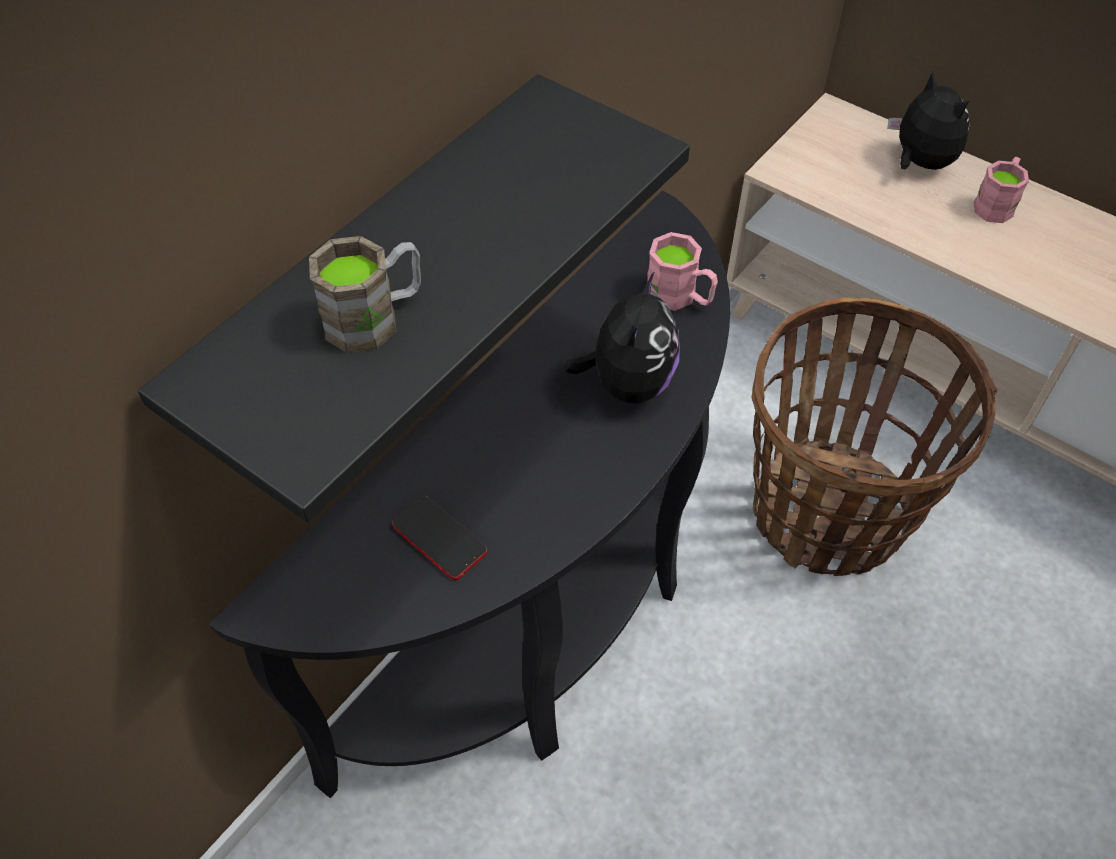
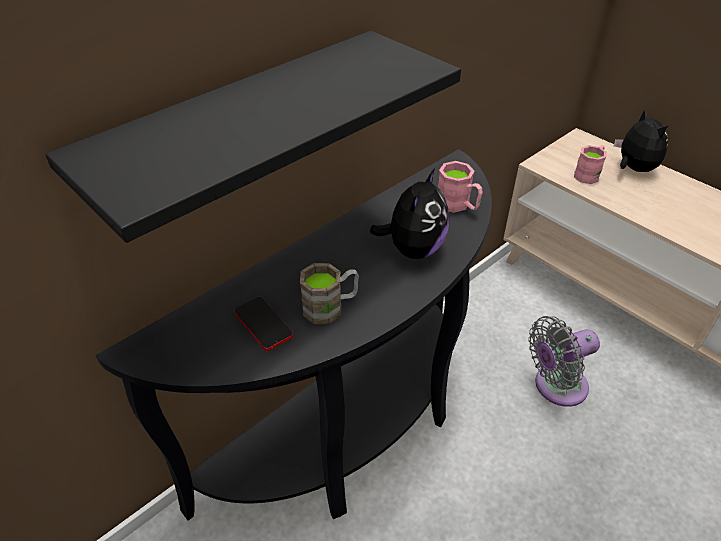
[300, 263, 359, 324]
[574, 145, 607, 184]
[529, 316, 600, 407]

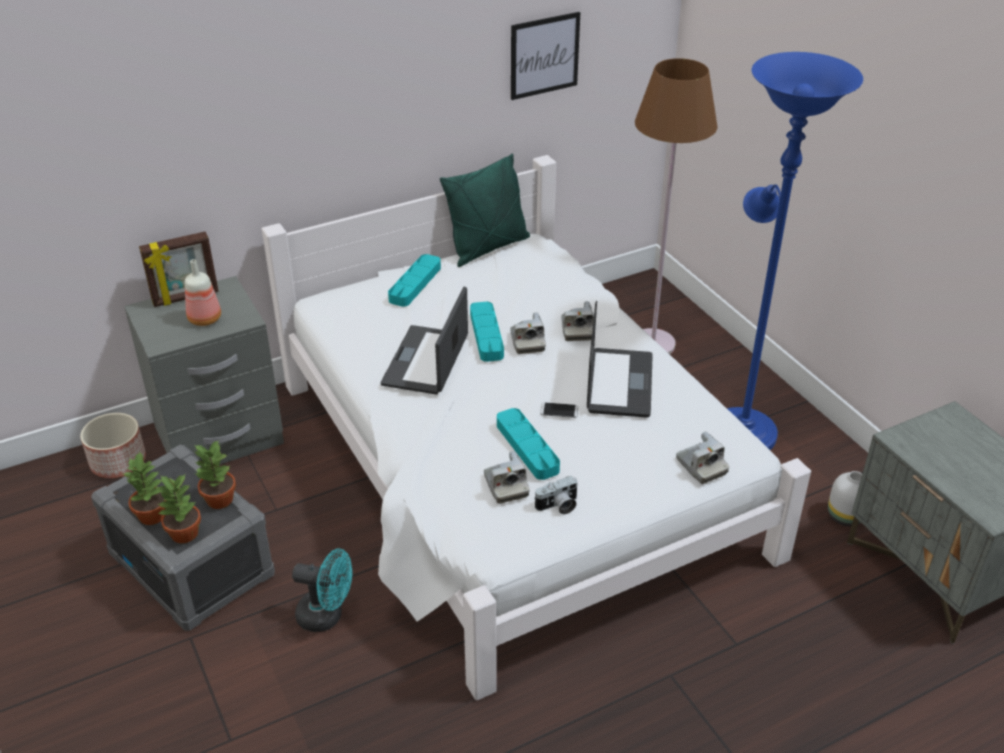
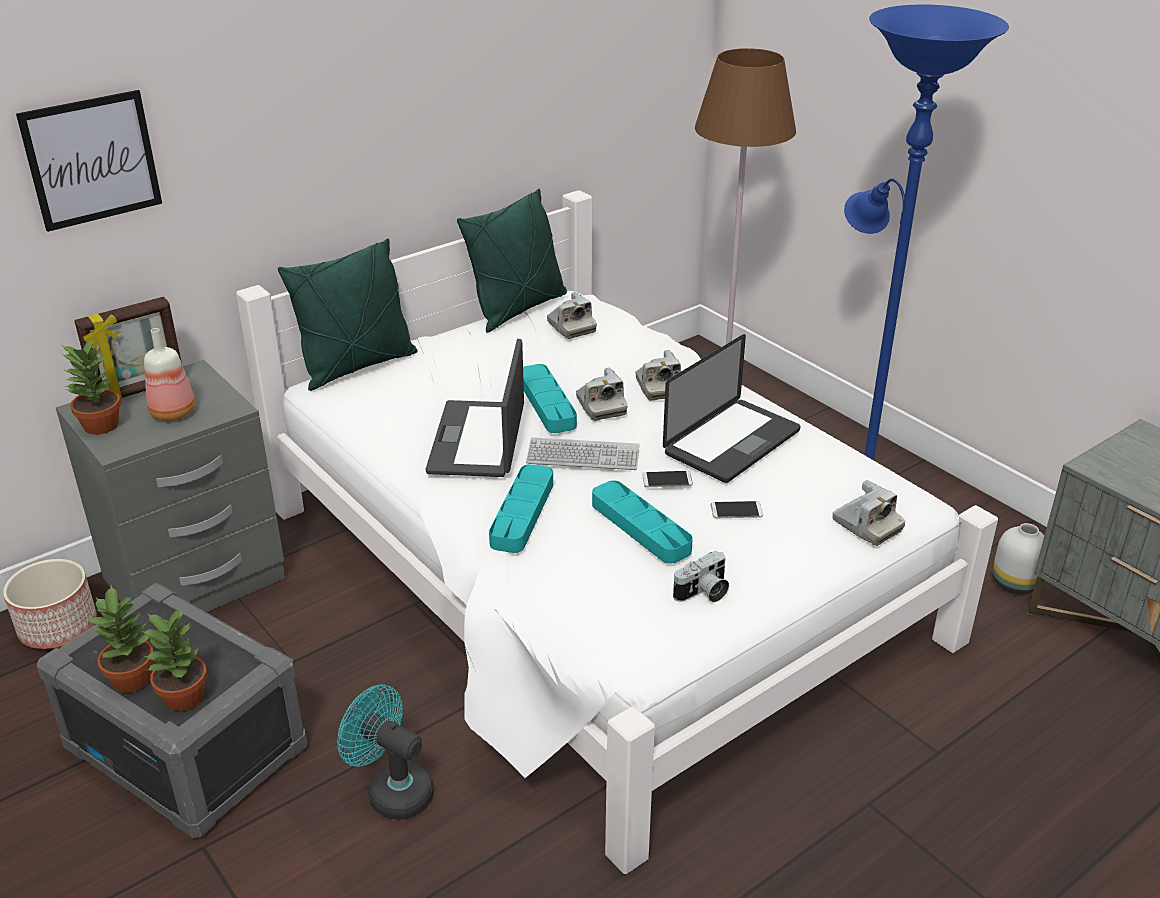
[278, 239, 418, 391]
[526, 437, 639, 470]
[711, 501, 763, 518]
[62, 339, 121, 435]
[489, 464, 553, 553]
[547, 292, 597, 339]
[16, 90, 162, 232]
[337, 685, 434, 820]
[663, 334, 801, 483]

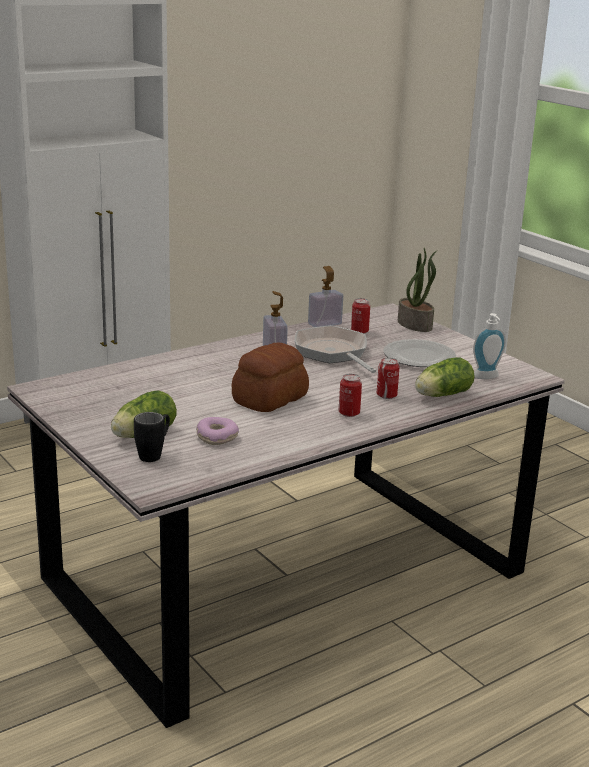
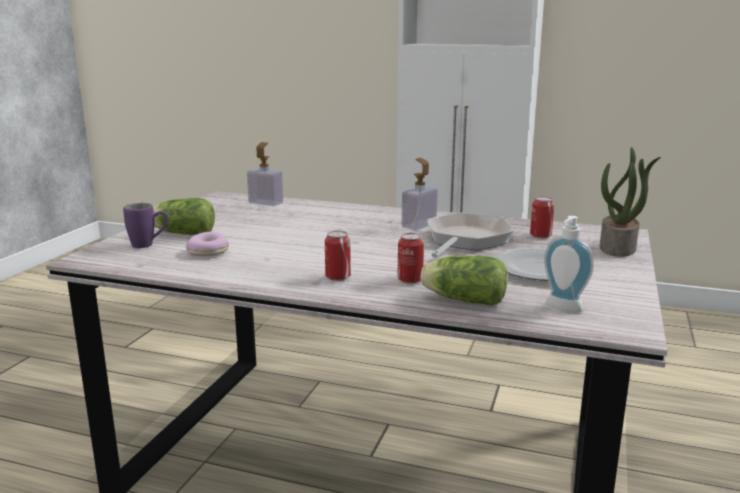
[232, 343, 309, 412] (first image)
[247, 142, 283, 206]
[123, 203, 168, 248]

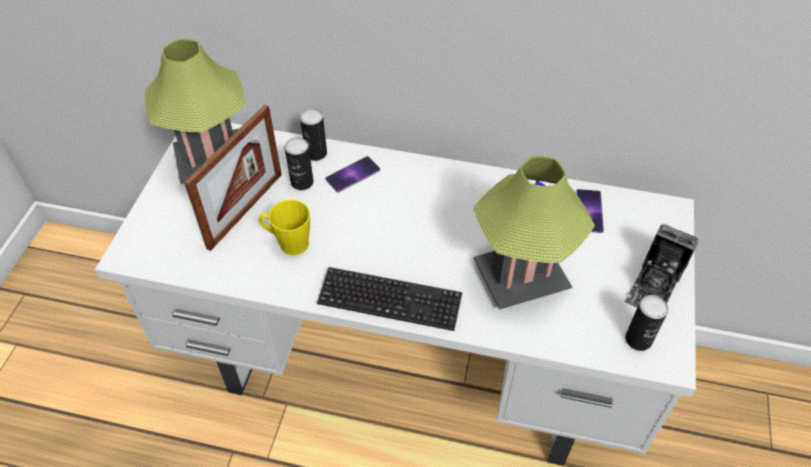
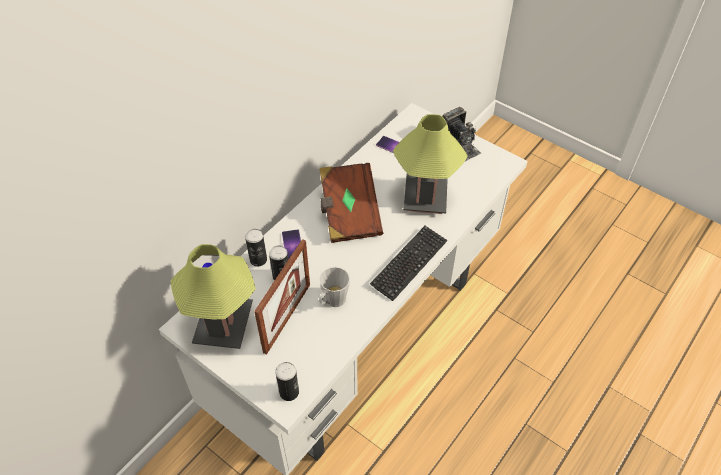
[319, 163, 383, 243]
[275, 362, 299, 401]
[319, 267, 350, 307]
[254, 239, 310, 355]

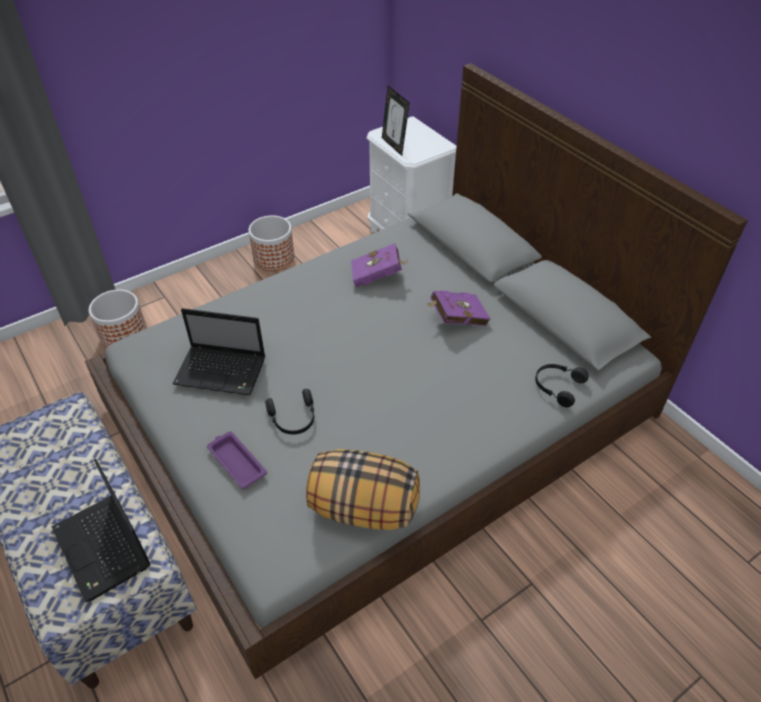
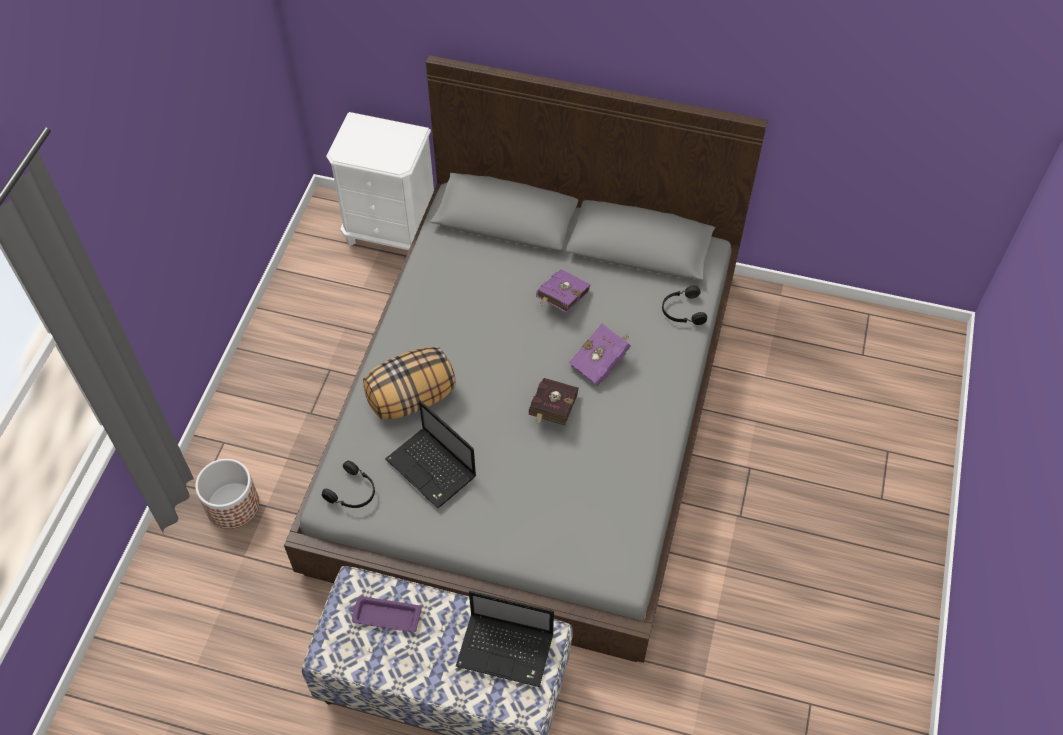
[249, 215, 294, 271] (first image)
[382, 86, 410, 156] (first image)
[529, 378, 579, 425]
[351, 596, 421, 632]
[321, 461, 375, 508]
[363, 347, 456, 419]
[569, 324, 631, 386]
[385, 401, 476, 509]

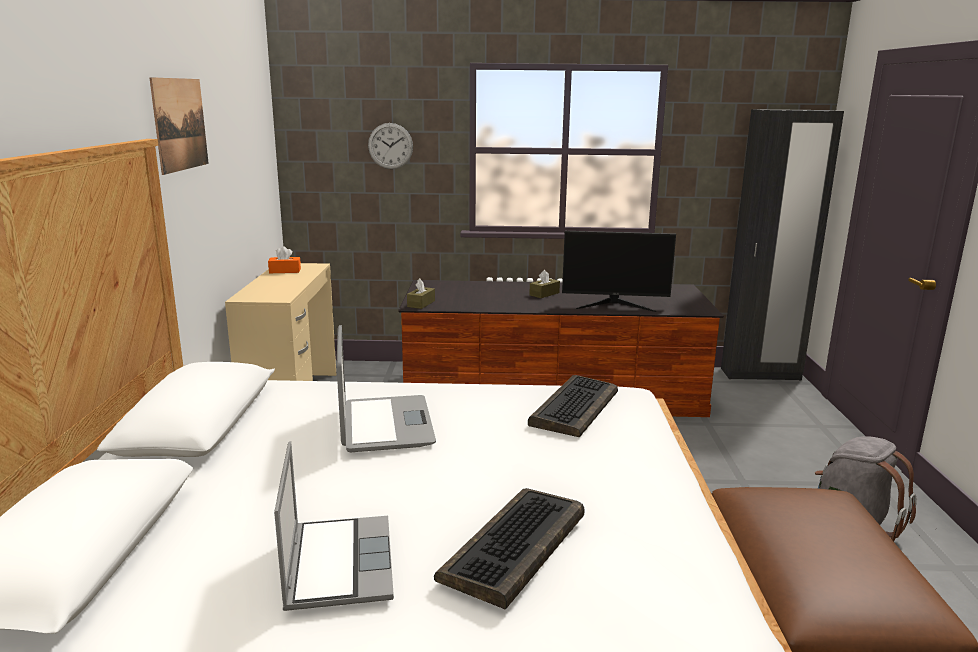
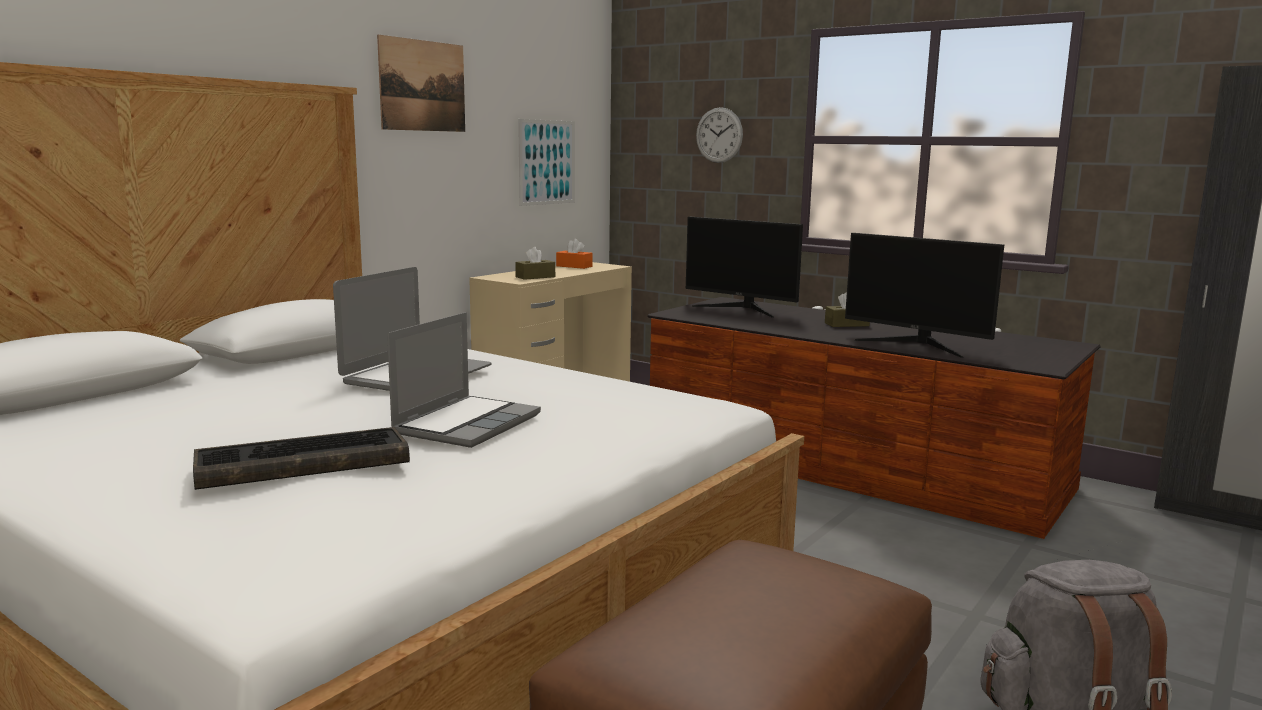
[528, 375, 618, 437] (first image)
[518, 119, 575, 206]
[686, 217, 803, 318]
[387, 312, 541, 448]
[515, 247, 555, 280]

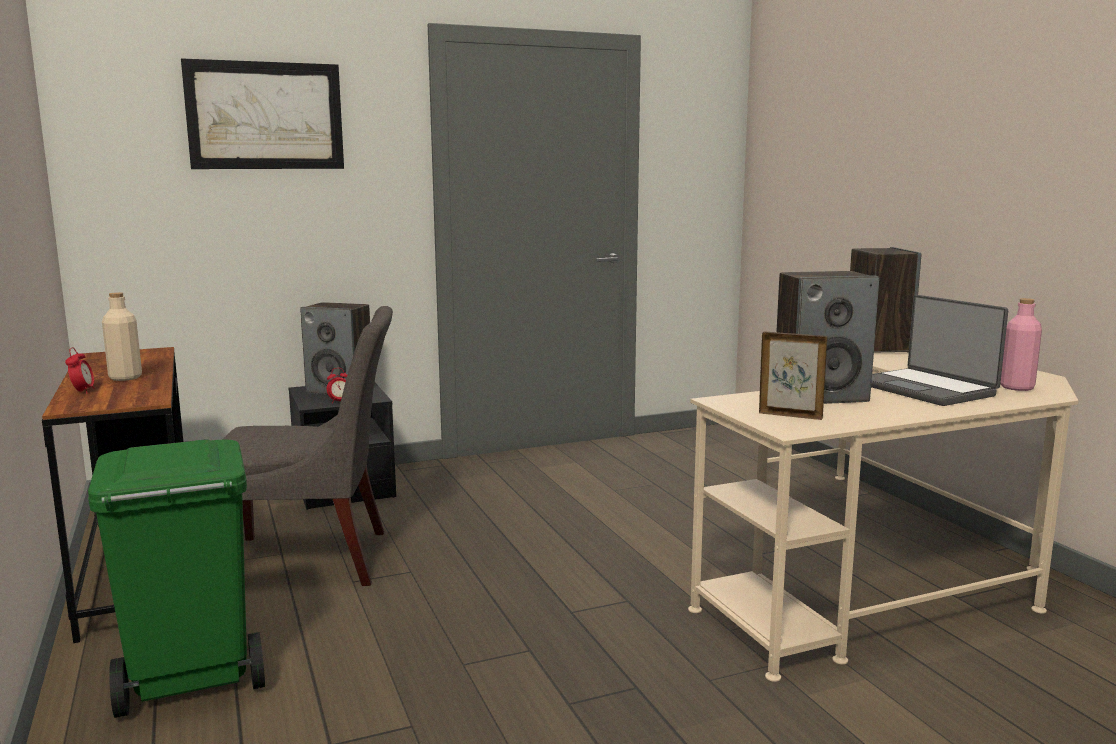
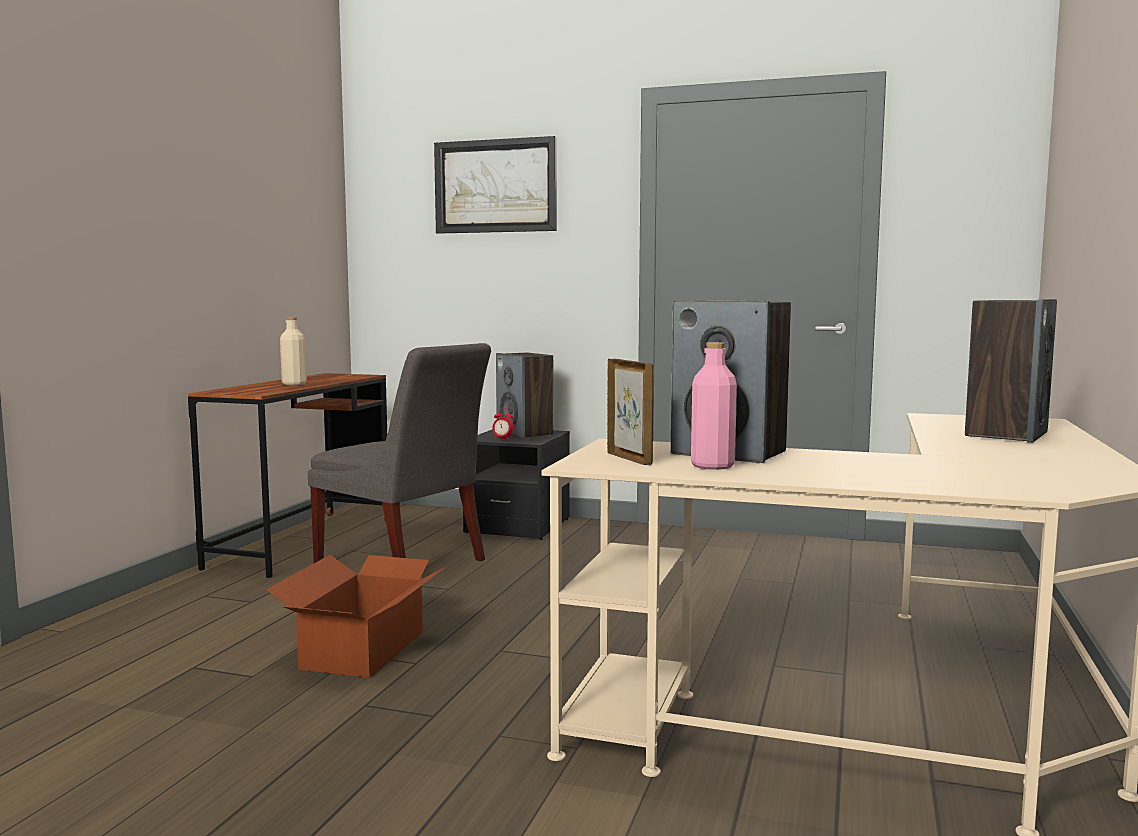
[65, 347, 94, 394] (first image)
[88, 439, 265, 718] (first image)
[871, 295, 1008, 406] (first image)
[266, 555, 449, 678]
[691, 342, 737, 470]

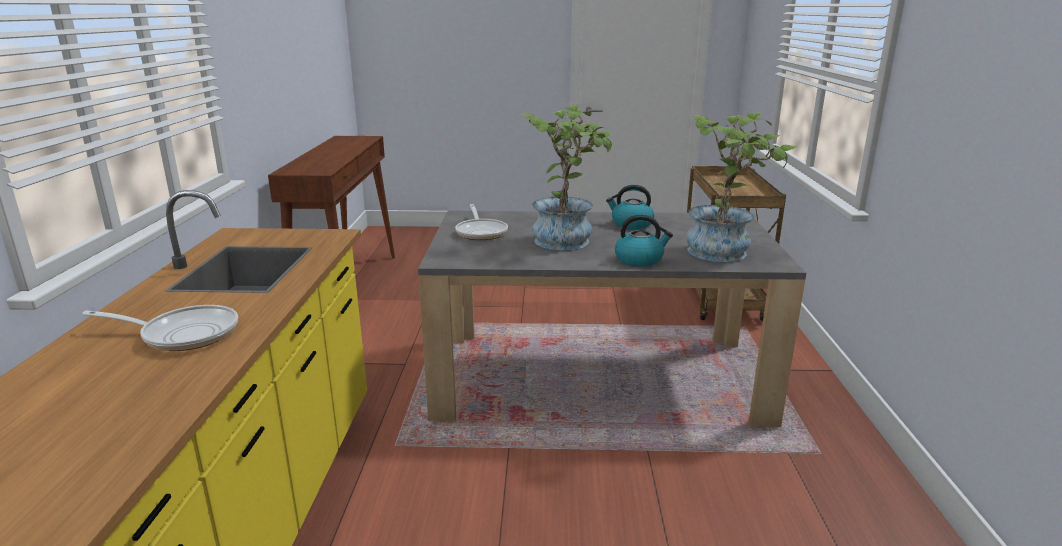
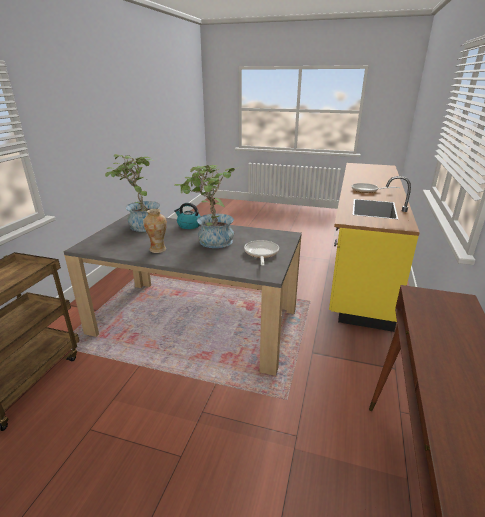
[143, 209, 167, 253]

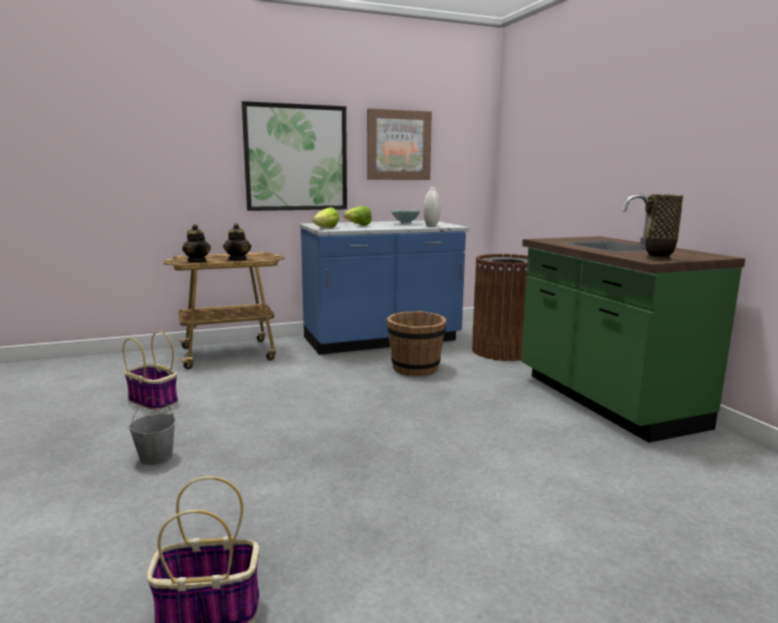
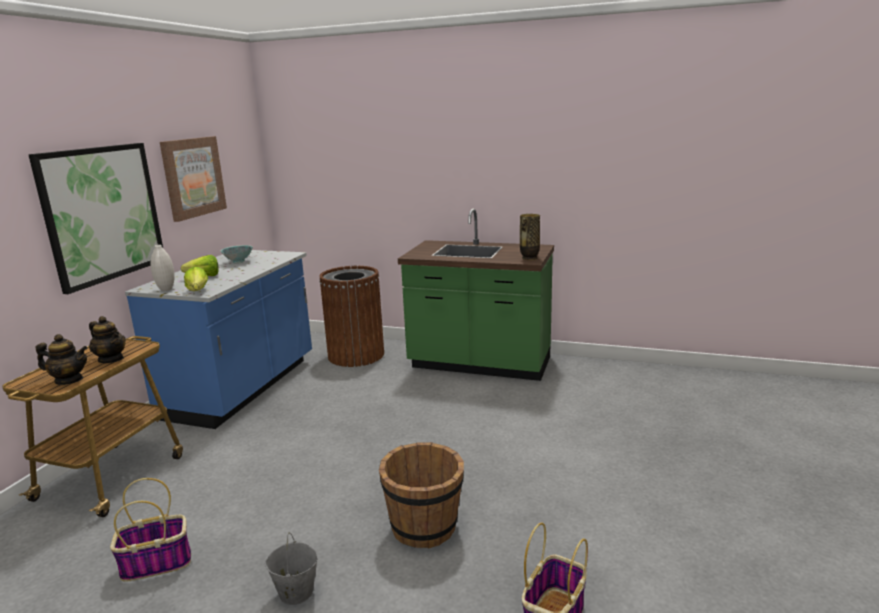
[379, 442, 464, 549]
[151, 245, 175, 291]

